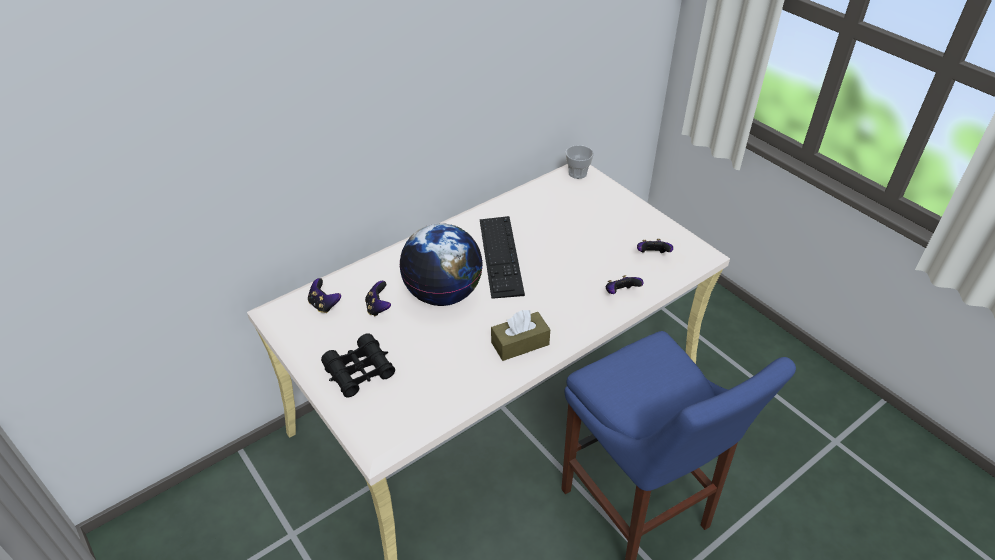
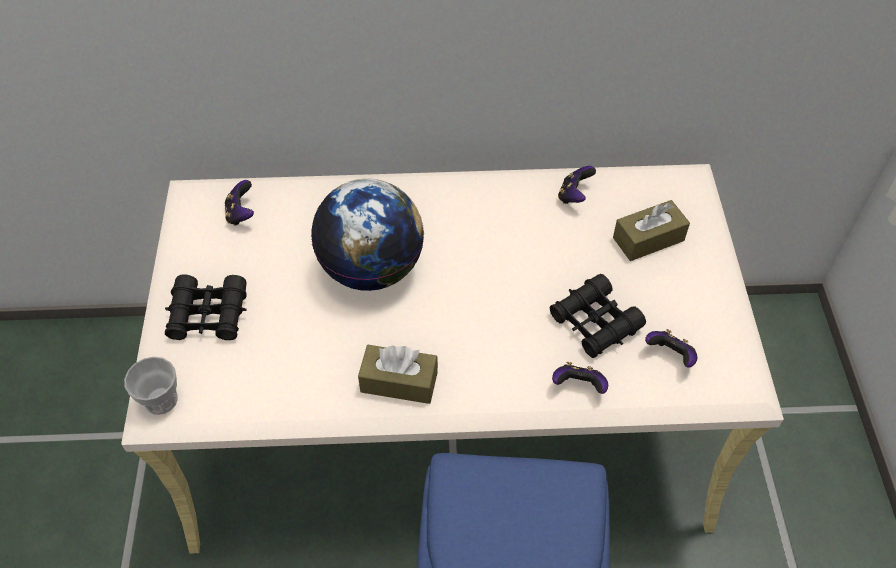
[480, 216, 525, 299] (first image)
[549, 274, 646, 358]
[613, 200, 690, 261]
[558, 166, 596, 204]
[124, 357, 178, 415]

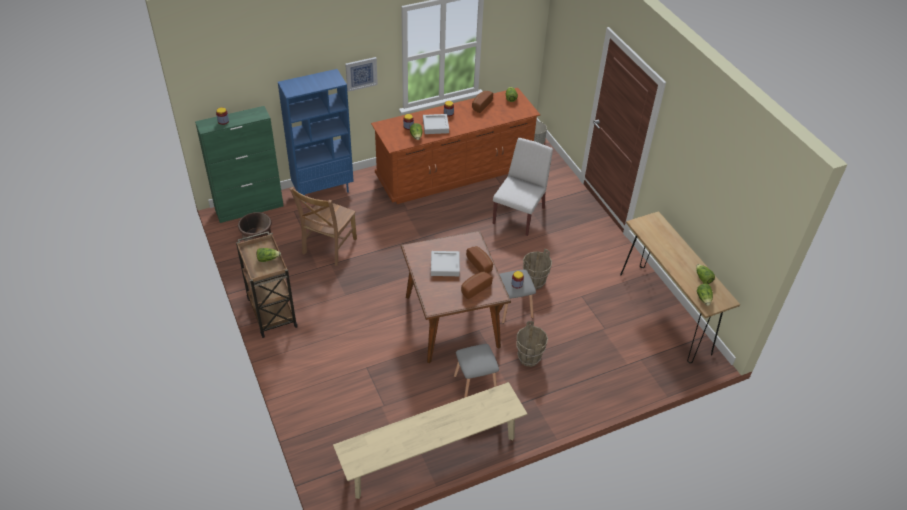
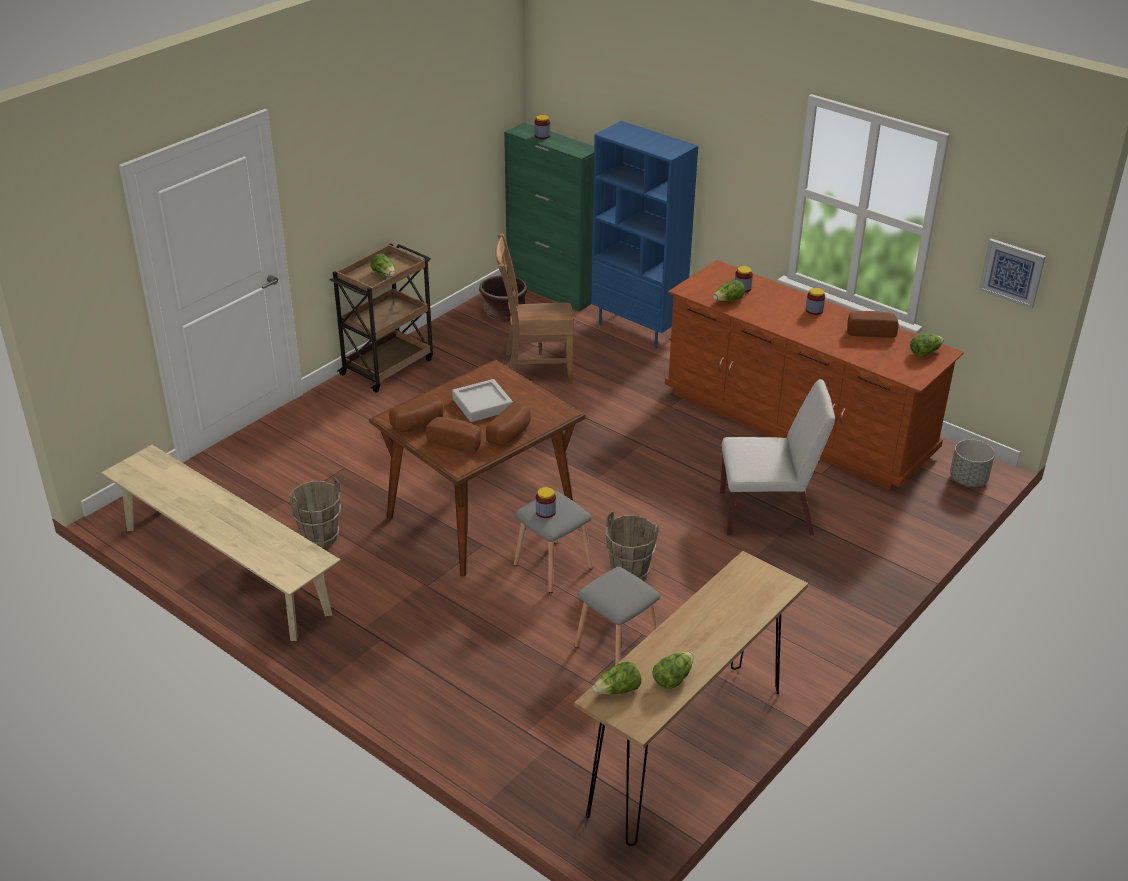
[423, 114, 449, 134] (first image)
[389, 394, 444, 432]
[979, 239, 1046, 309]
[574, 567, 660, 665]
[289, 477, 341, 548]

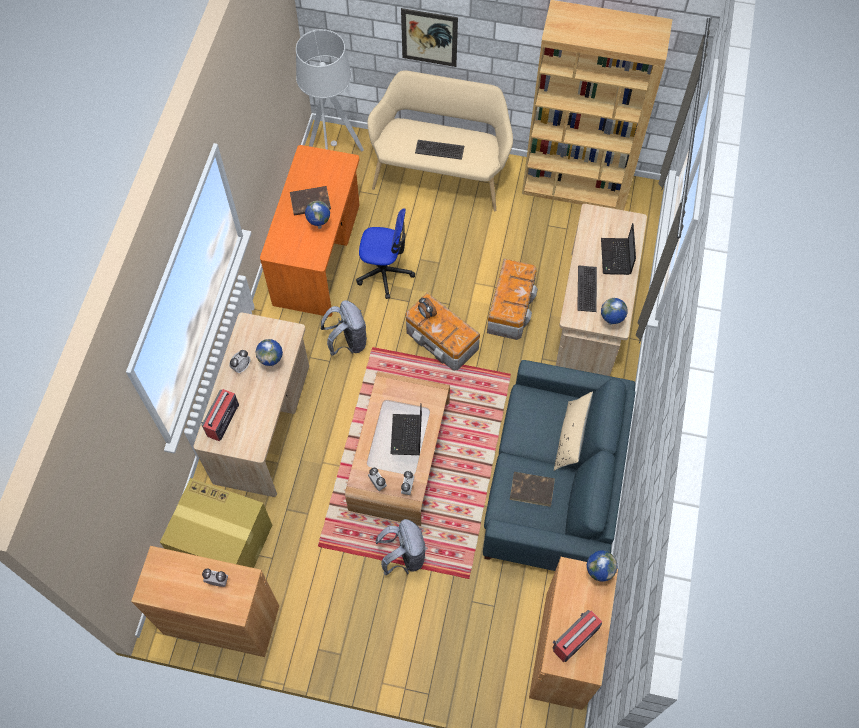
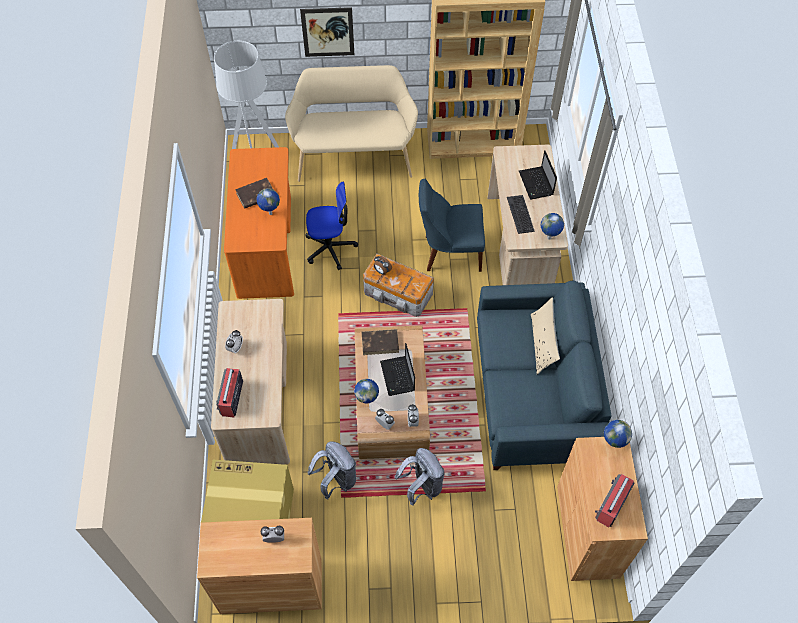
[415, 140, 464, 160] (first image)
[354, 379, 379, 404]
[308, 441, 356, 499]
[361, 329, 399, 355]
[419, 178, 485, 272]

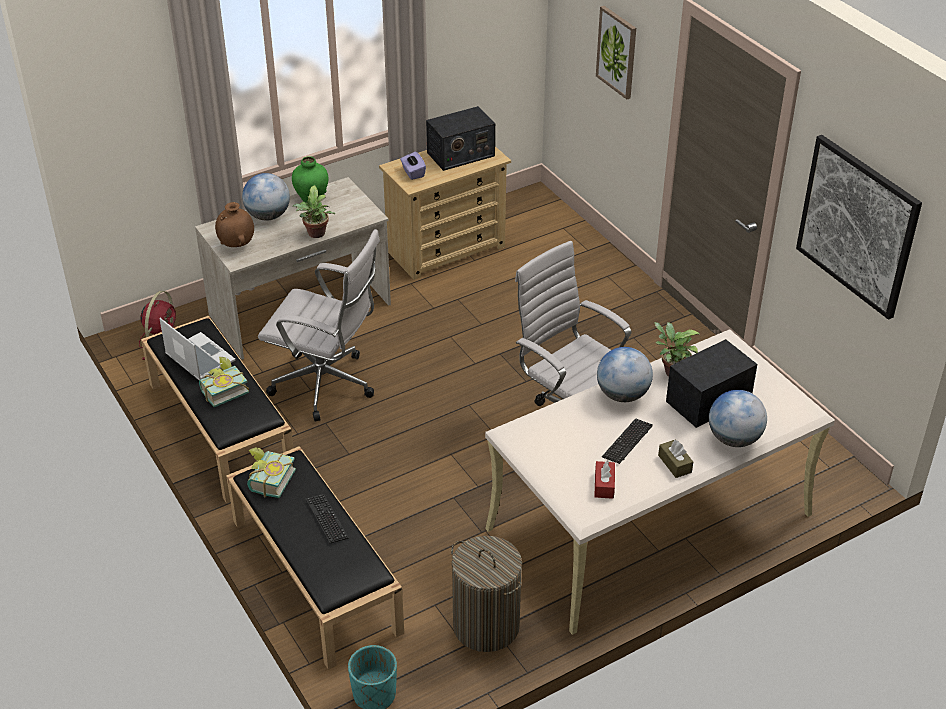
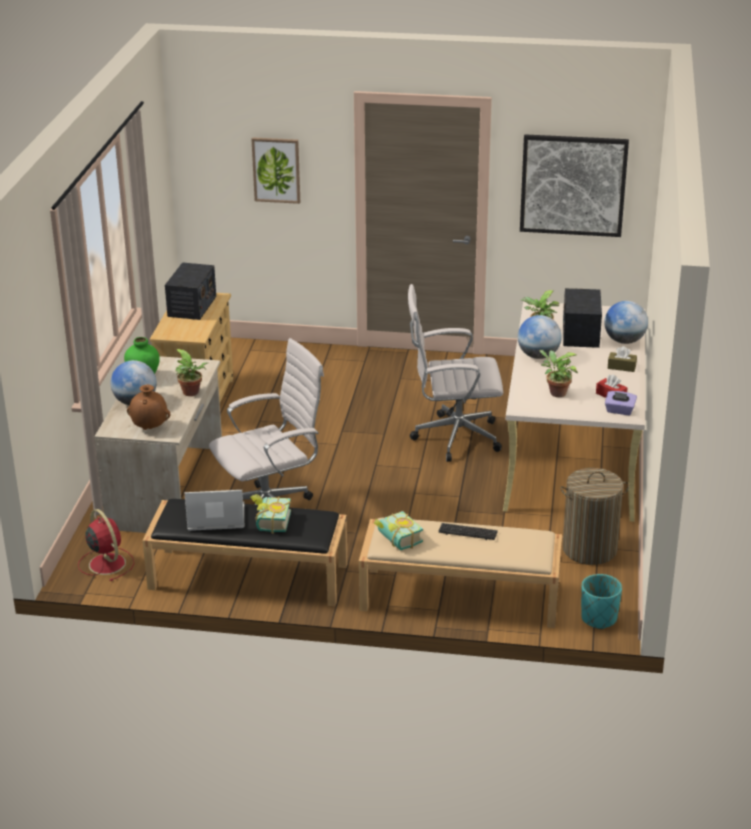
[602, 418, 653, 464] (first image)
[539, 350, 578, 397]
[605, 391, 637, 415]
[359, 518, 562, 628]

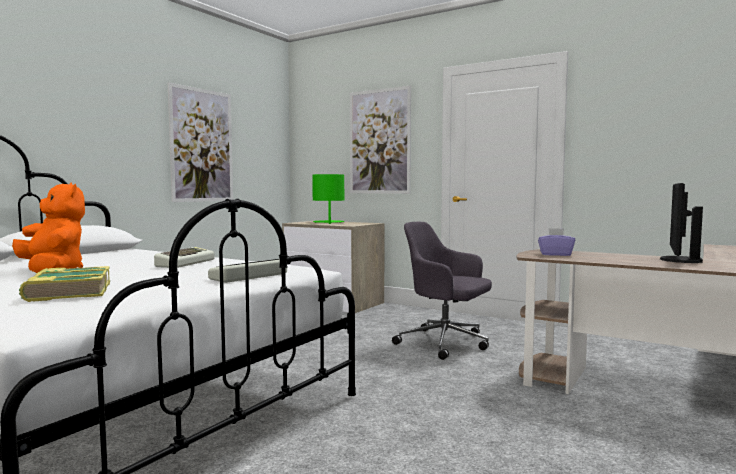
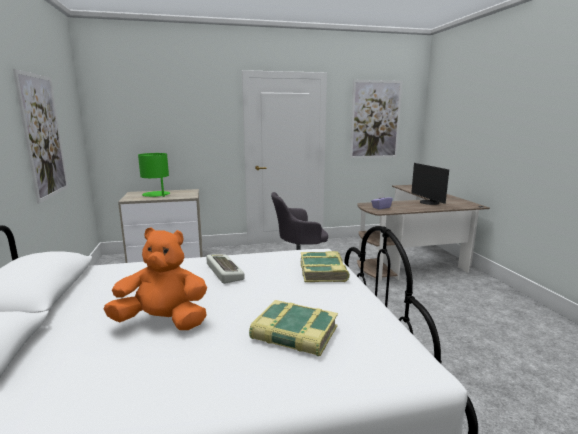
[350, 80, 402, 158]
[301, 251, 350, 282]

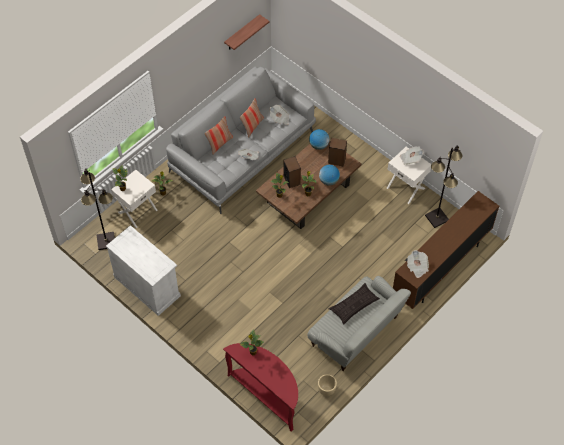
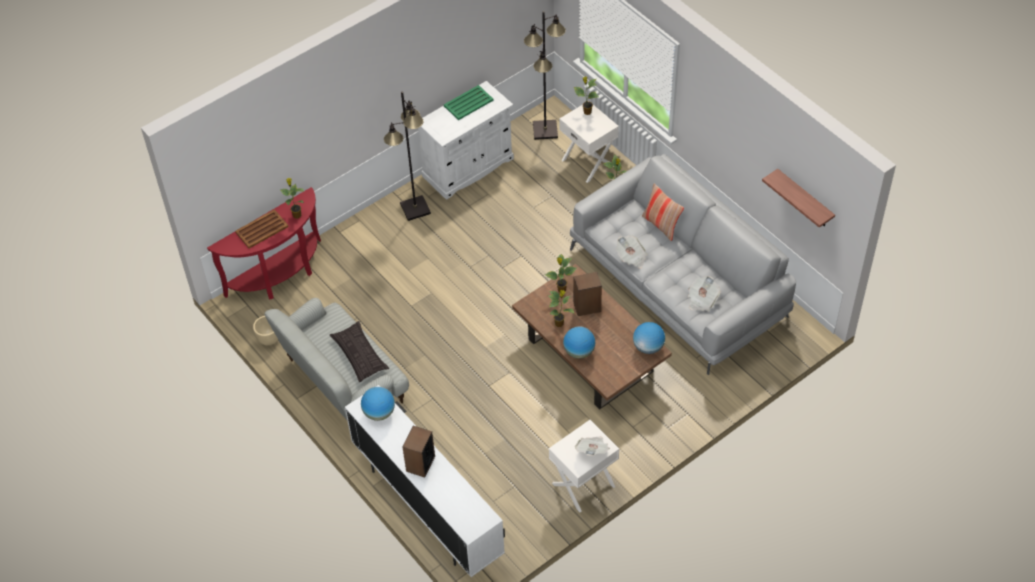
[240, 98, 264, 138] (first image)
[235, 209, 289, 248]
[444, 85, 494, 120]
[403, 426, 435, 478]
[384, 92, 431, 221]
[361, 387, 395, 421]
[345, 385, 505, 577]

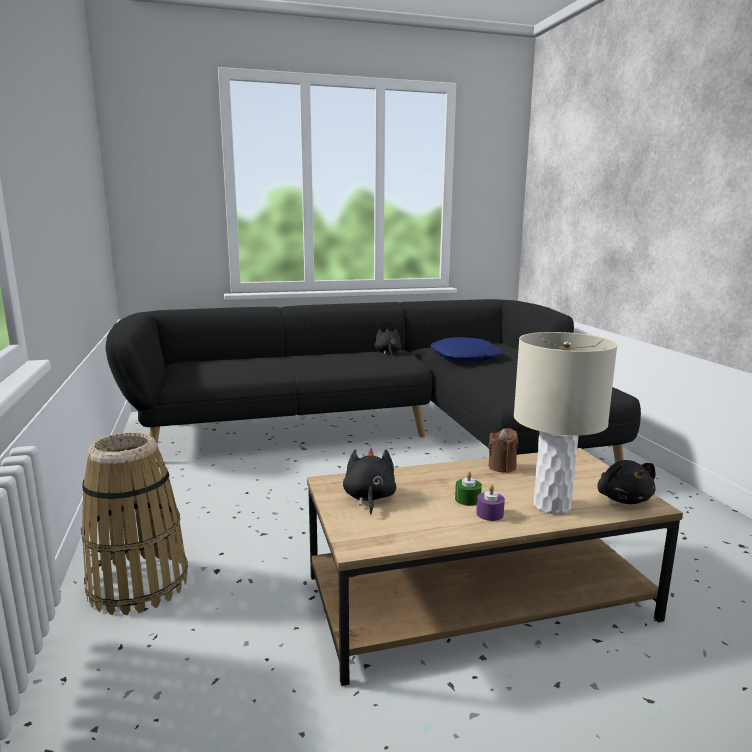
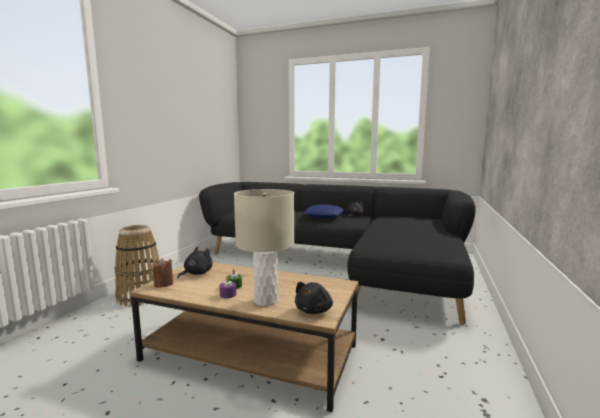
[304, 204, 344, 218]
[152, 258, 173, 287]

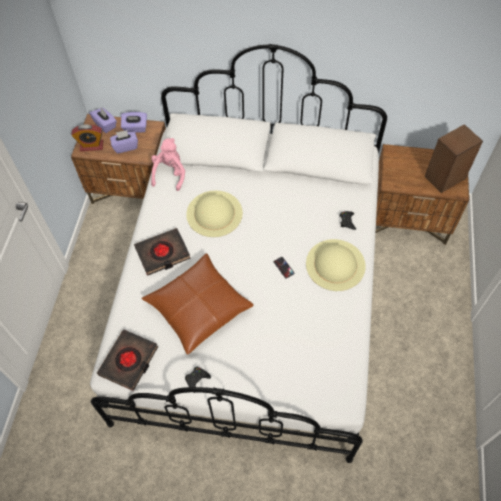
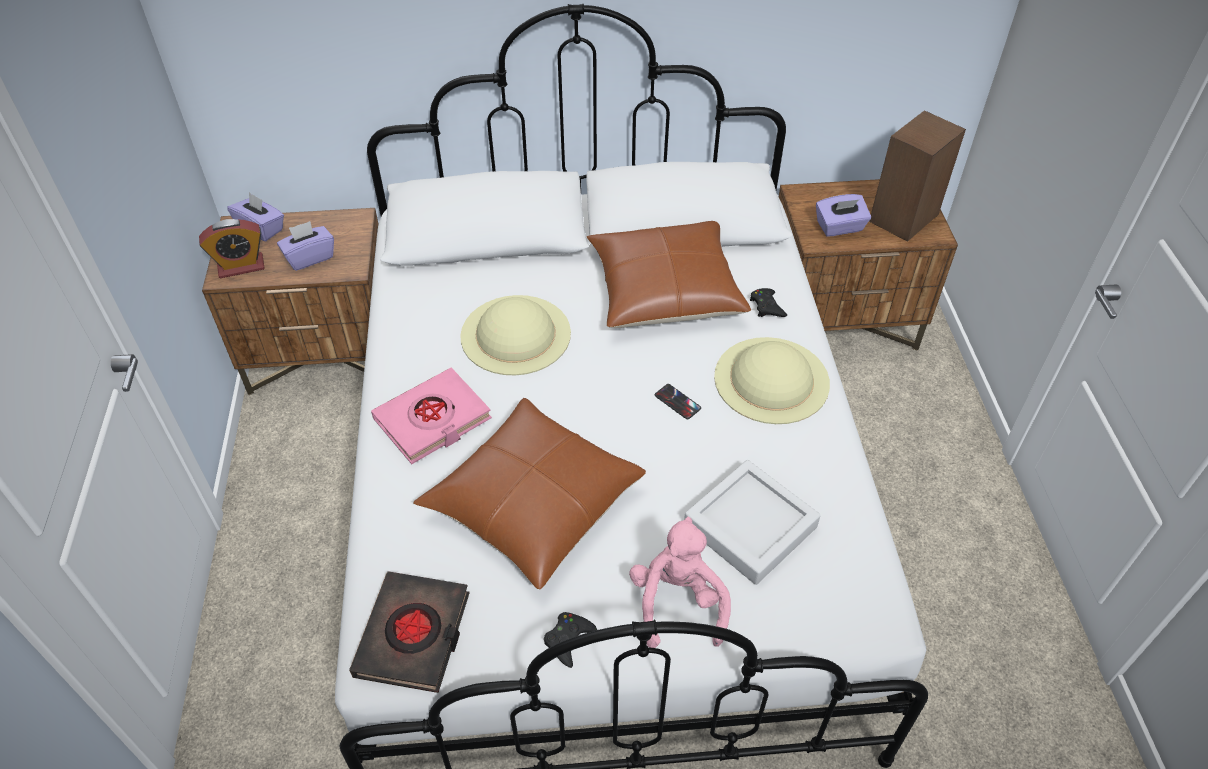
[587, 221, 751, 328]
[684, 460, 821, 585]
[816, 194, 871, 237]
[629, 517, 731, 648]
[371, 367, 492, 464]

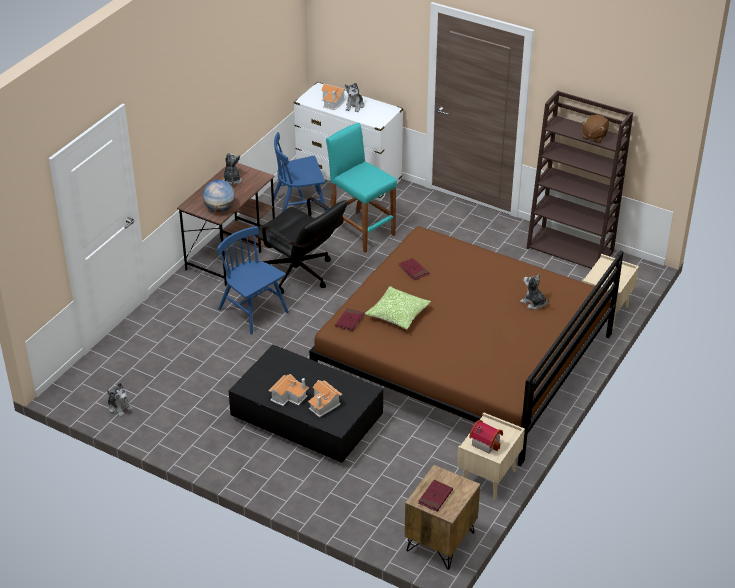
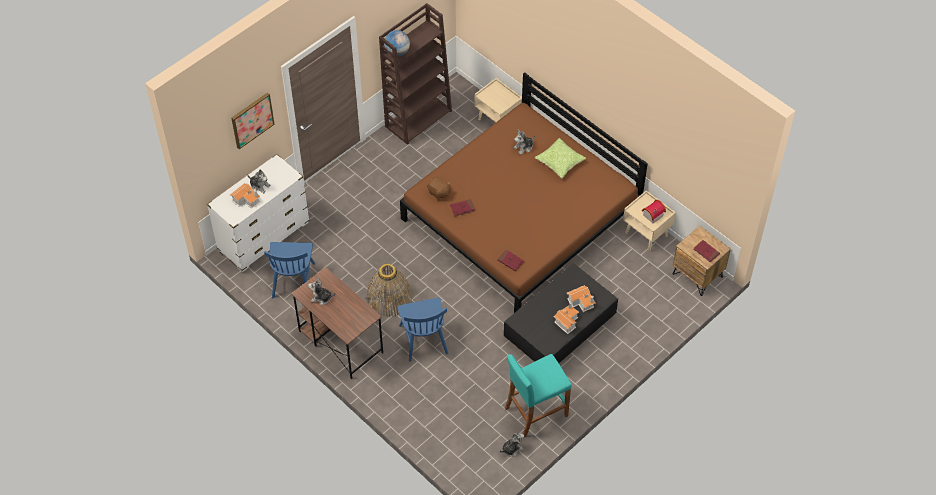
[231, 92, 275, 149]
[384, 30, 410, 56]
[505, 354, 572, 437]
[534, 138, 586, 179]
[427, 176, 451, 200]
[367, 264, 412, 317]
[397, 297, 448, 362]

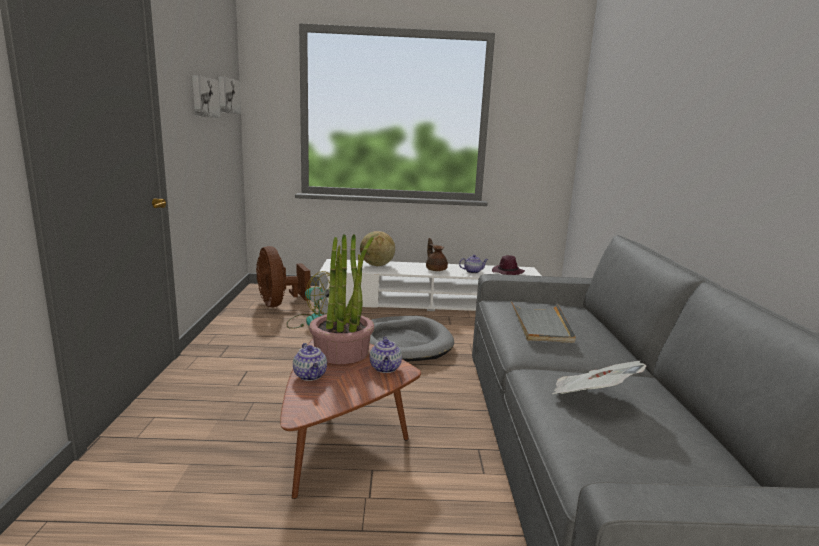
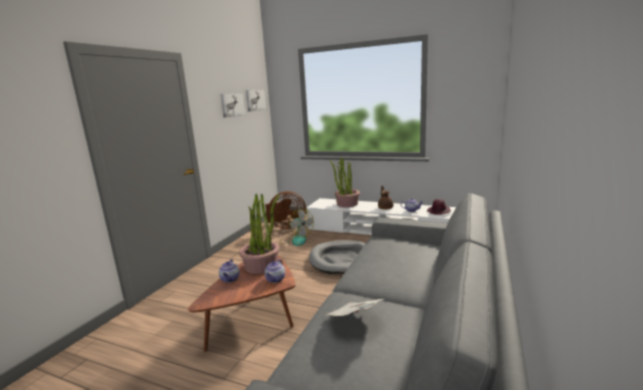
[511, 301, 576, 343] (first image)
[330, 157, 360, 207]
[265, 191, 306, 229]

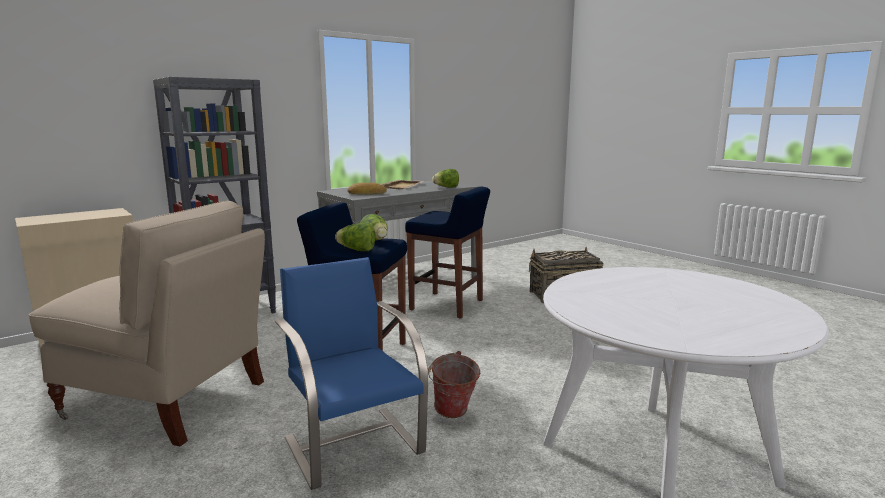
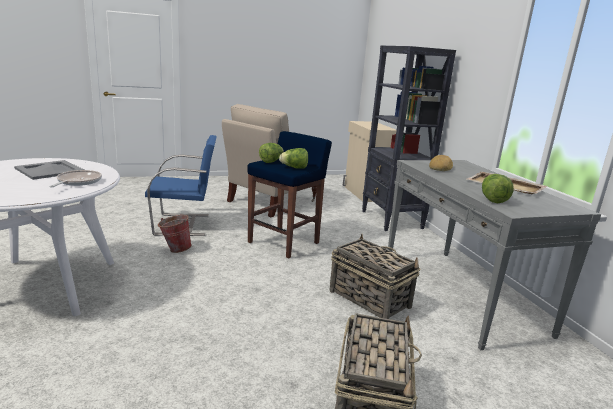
[14, 160, 84, 180]
[49, 170, 102, 187]
[329, 234, 421, 319]

